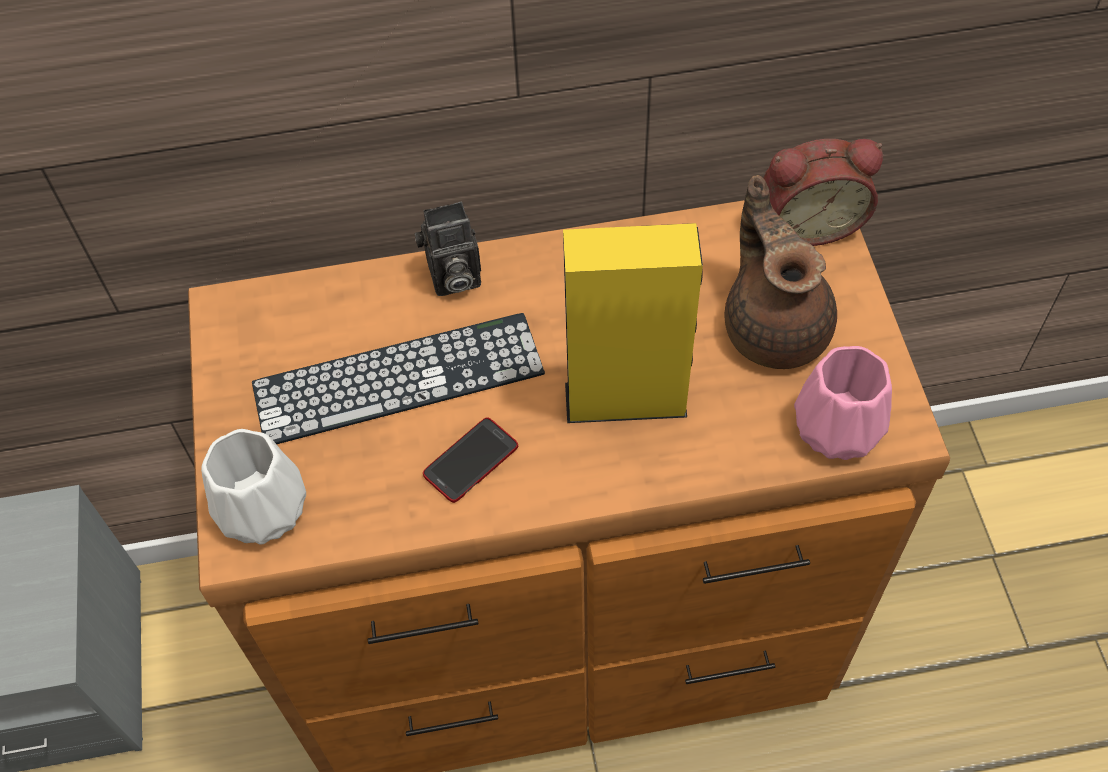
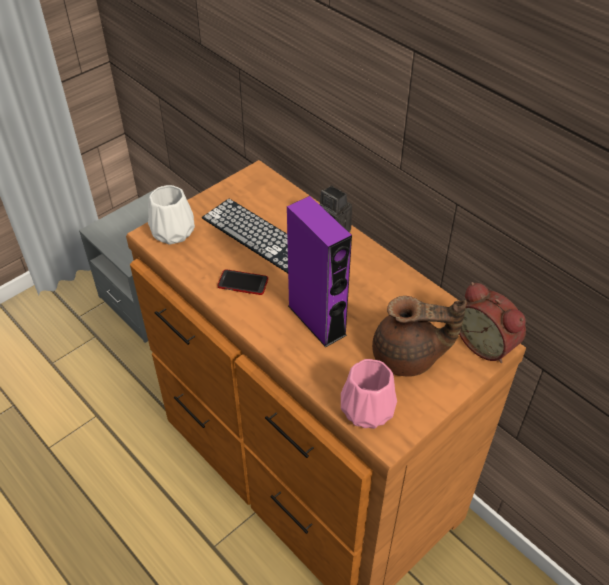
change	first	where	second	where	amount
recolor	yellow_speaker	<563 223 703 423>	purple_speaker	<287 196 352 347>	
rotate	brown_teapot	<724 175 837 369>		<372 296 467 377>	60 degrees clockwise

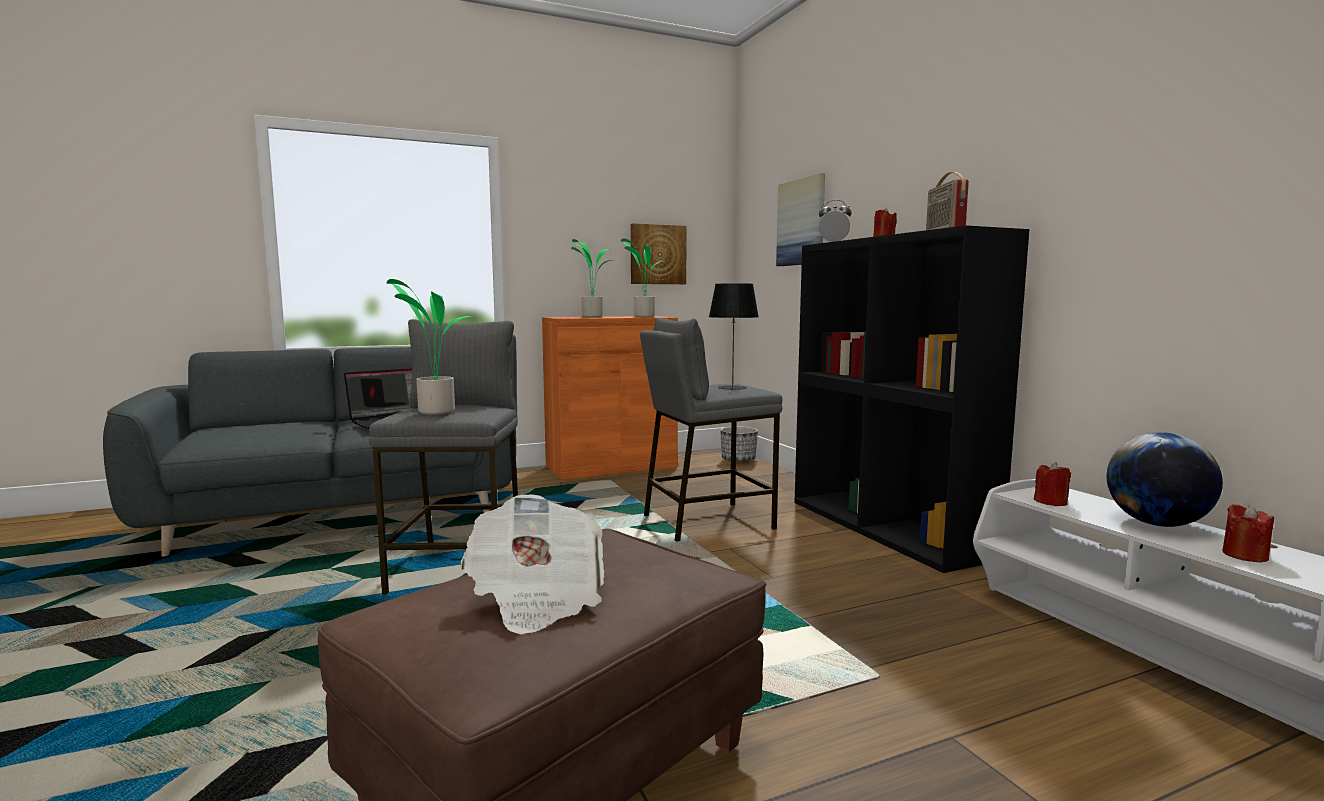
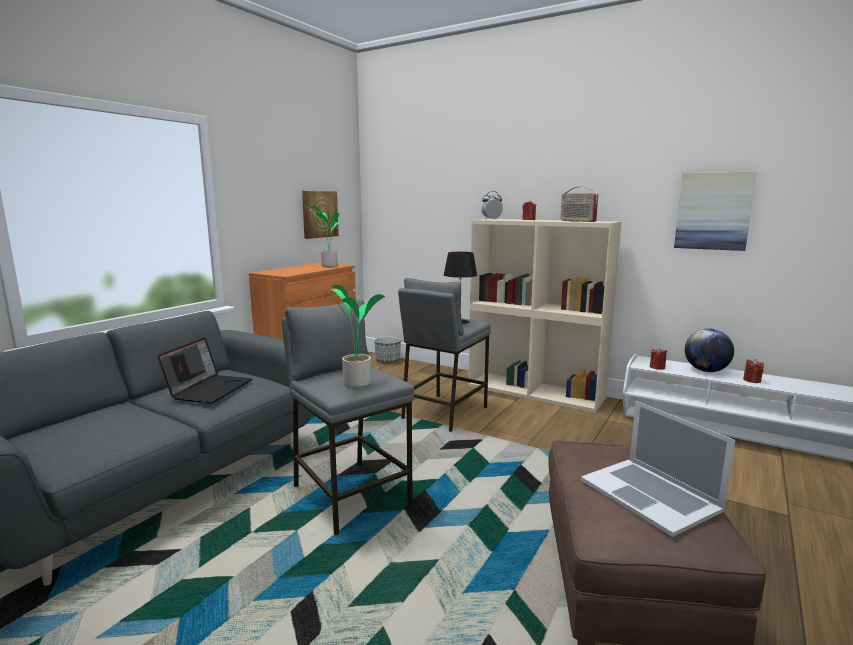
change	first	where	second	where	amount
recolor	black_bookcase	<795 225 1029 573>	beige_bookcase	<468 219 621 413>	
replace	newspaper	<461 494 604 634>	laptop	<581 401 735 537>	
move	picture	<776 173 825 266>		<674 171 757 251>	
delete	potted_plant	<571 239 616 317>			

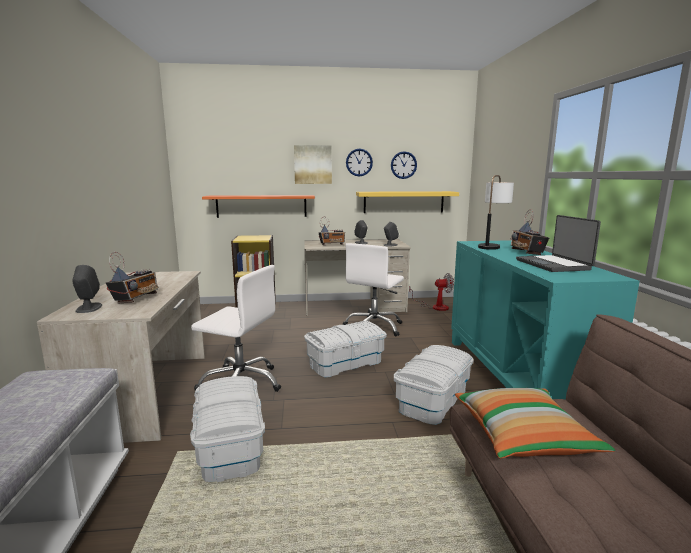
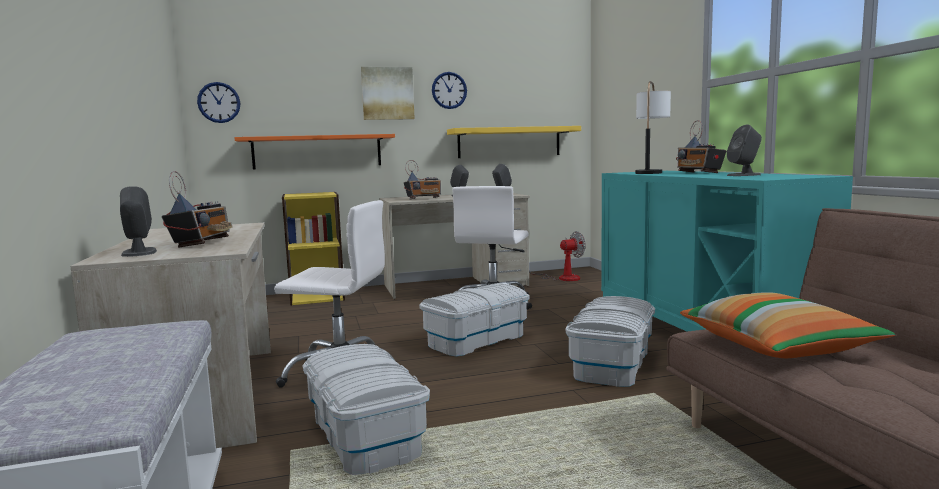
change	first	where	second	where	amount
move	wall_clock	<391 151 417 179>		<197 82 240 123>	
replace	laptop	<516 215 601 272>	grey_speaker	<727 125 762 176>	

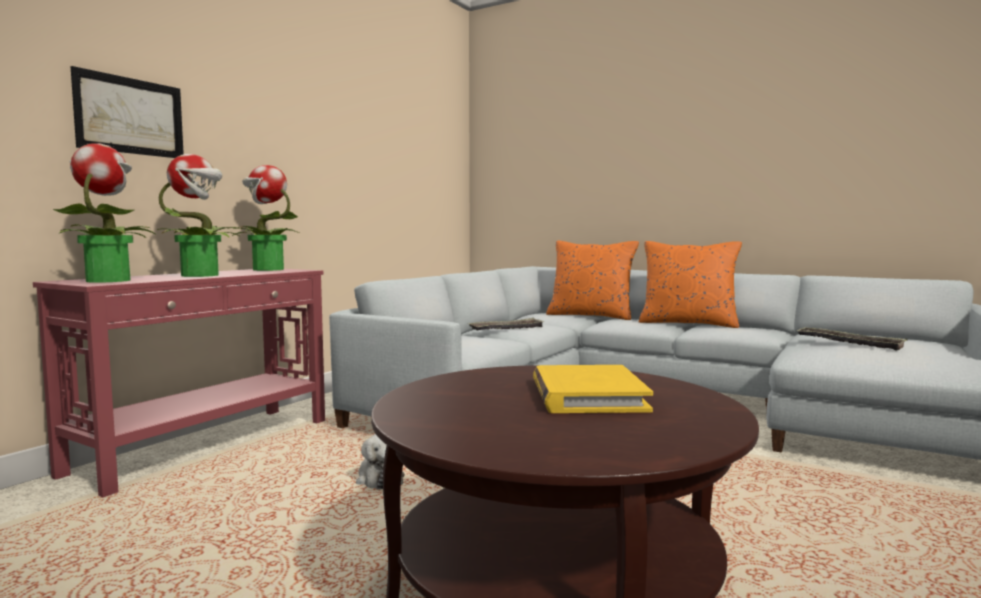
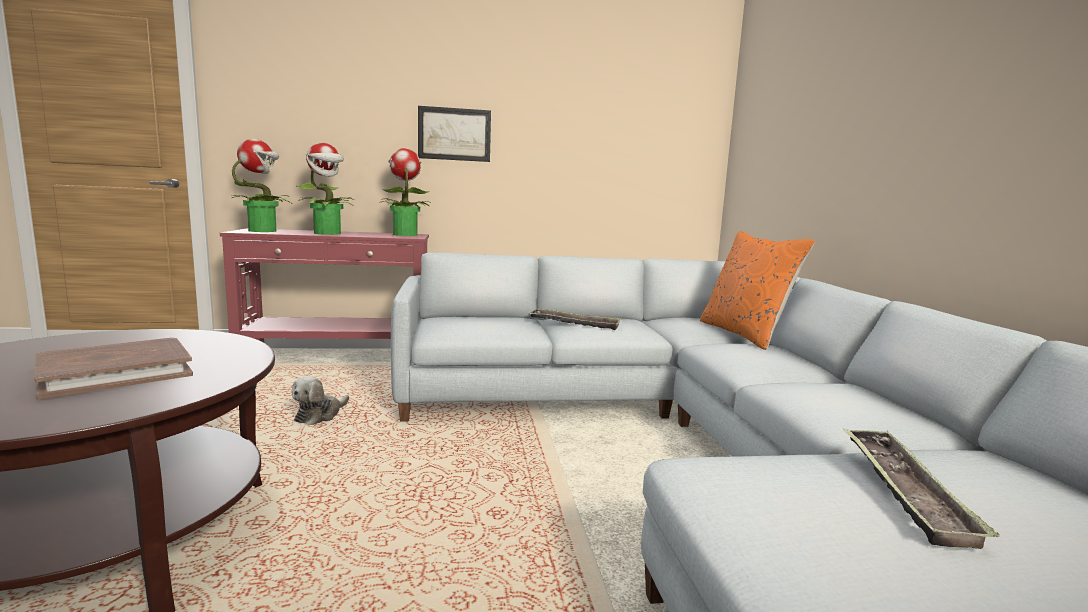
change	first	where	second	where	amount
recolor	yellow_book	<533 365 653 413>	brown_book	<34 338 193 399>	
move	picture	<70 66 184 158>		<418 106 491 162>	
delete	orange_pillow	<638 241 742 328>			

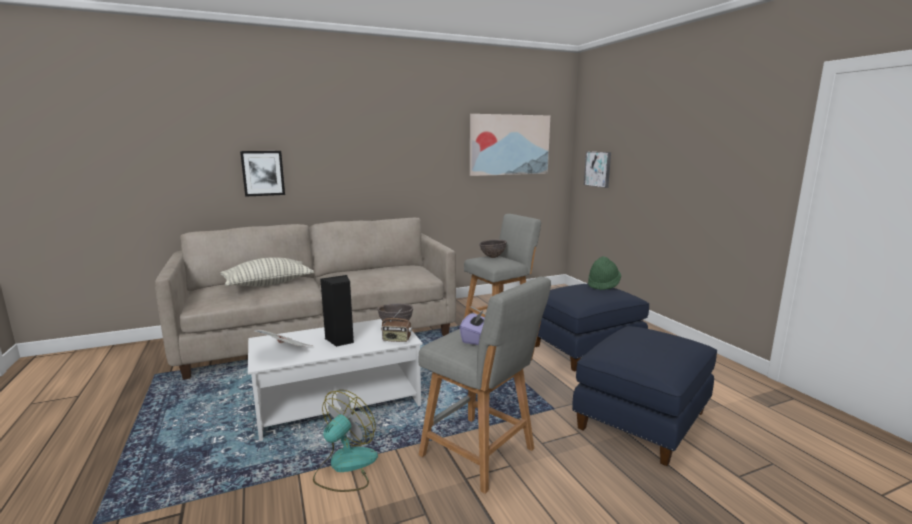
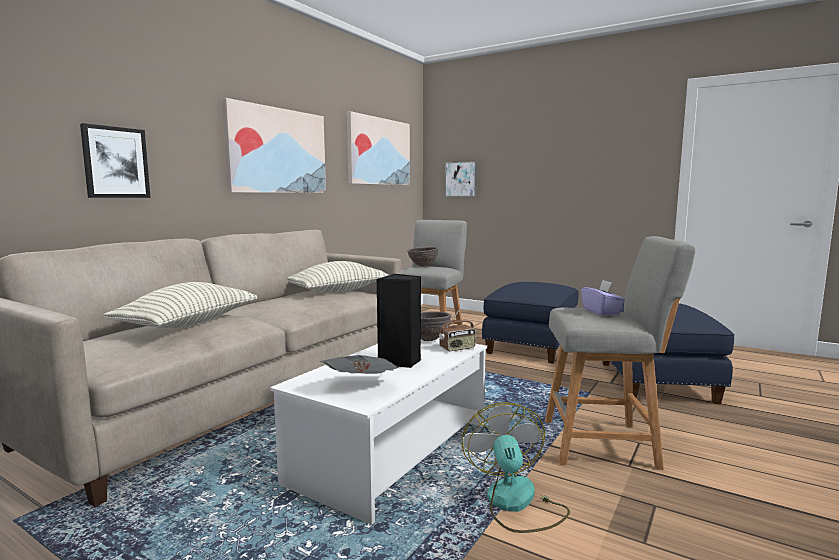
change	first	where	second	where	amount
insert			picture	<222 98 326 193>	
insert			pillow	<287 261 389 293>	
delete	green_hat	<588 256 621 290>			

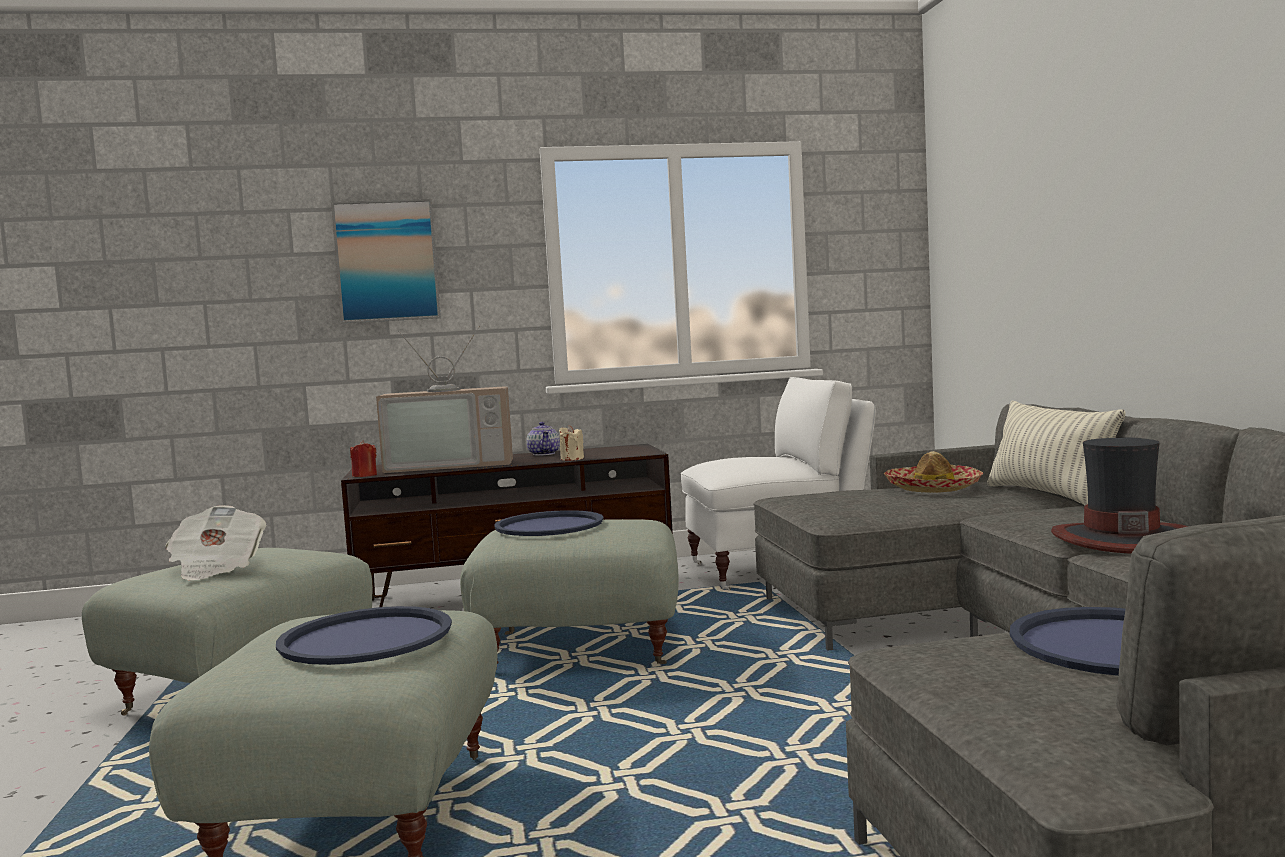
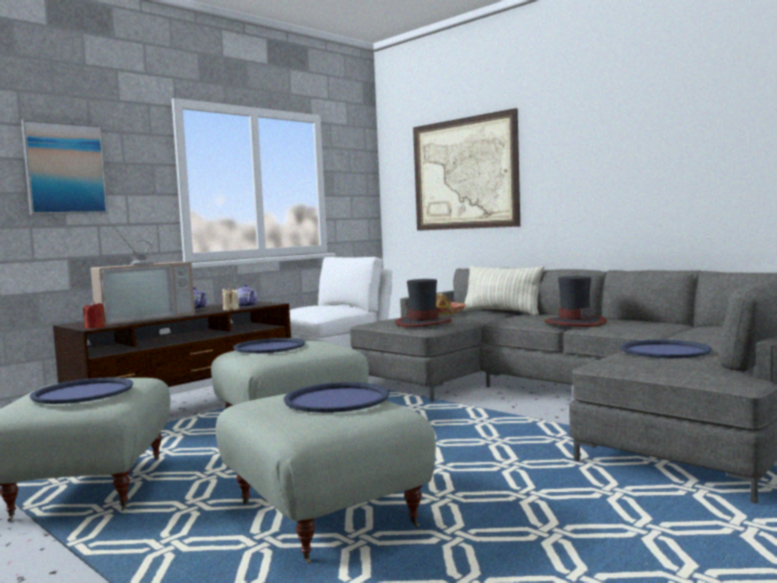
change	first	where	second	where	amount
replace	newspaper	<166 505 267 580>	blue_tray	<30 377 133 404>	
insert			teapot	<238 284 258 307>	
insert			hat	<395 279 452 327>	
insert			picture	<413 108 520 231>	

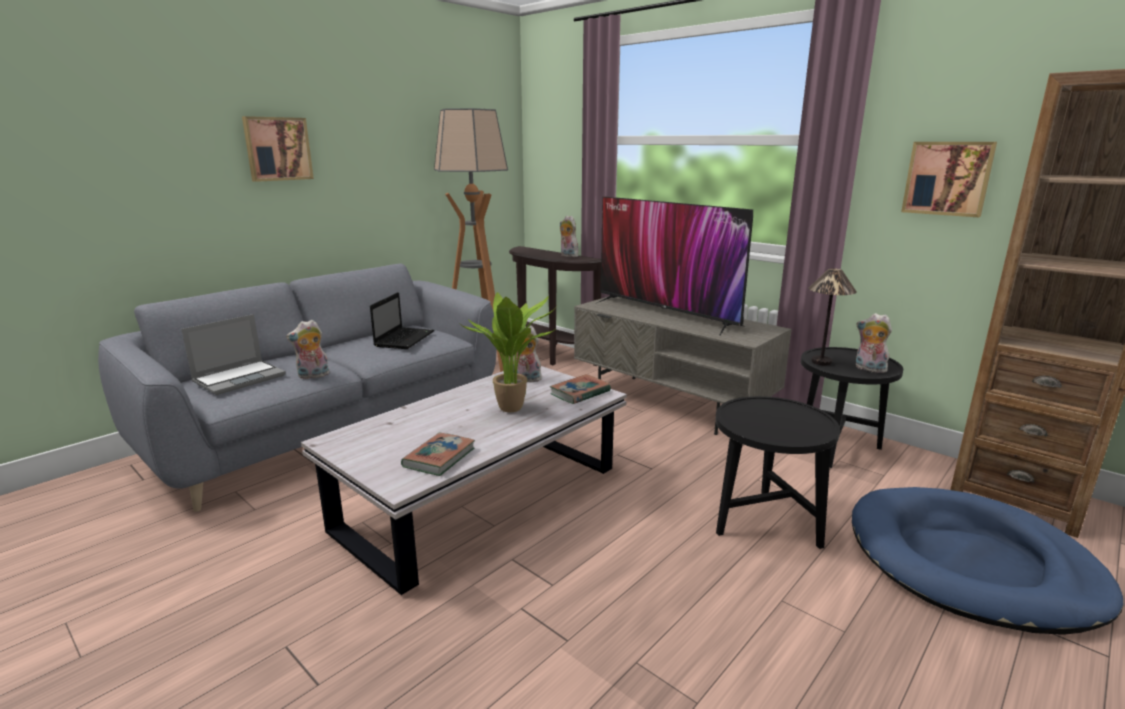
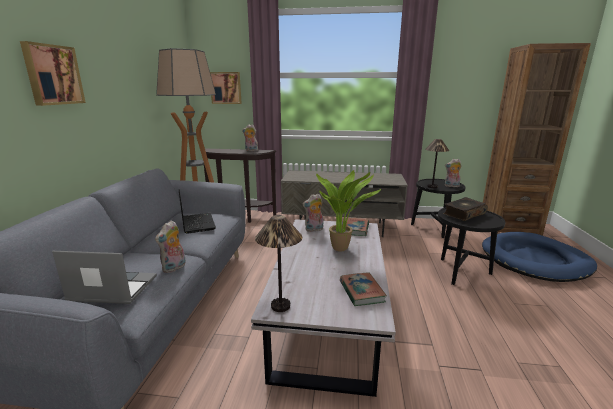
change	first	where	second	where	amount
rotate	laptop	<181 314 286 395>		<52 251 157 304>	90 degrees counterclockwise
move	picture	<901 142 997 217>		<210 72 242 104>	
insert			table_lamp	<255 215 302 312>	
insert			book	<443 197 488 221>	
delete	television	<595 196 753 336>			

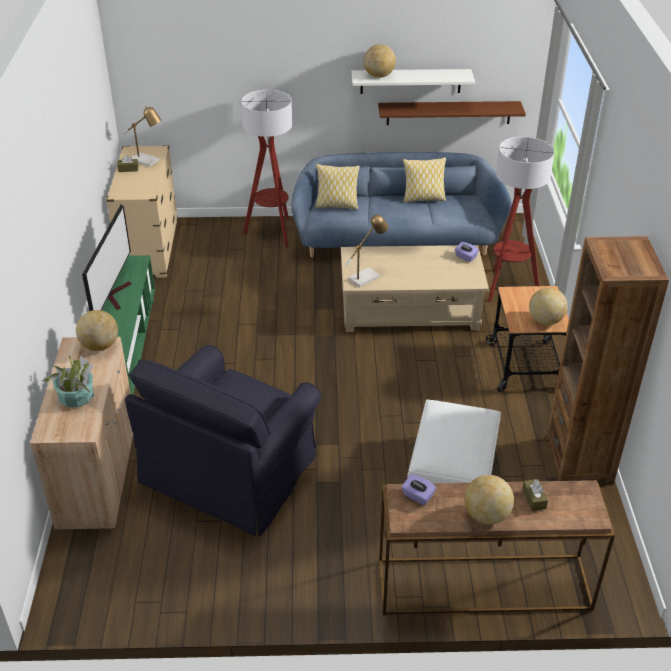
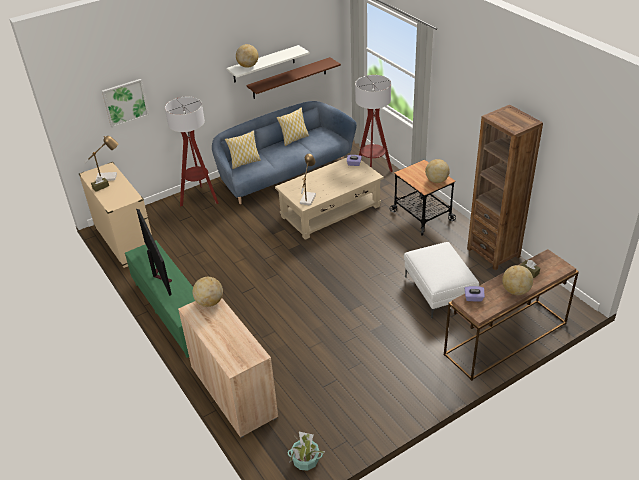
change	first	where	second	where	amount
insert			picture	<102 79 149 128>	
move	potted_plant	<42 354 94 407>		<287 432 325 470>	
delete	black_armchair	<125 345 321 536>			

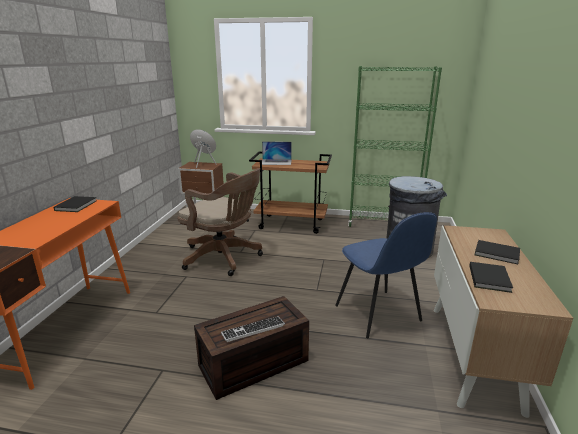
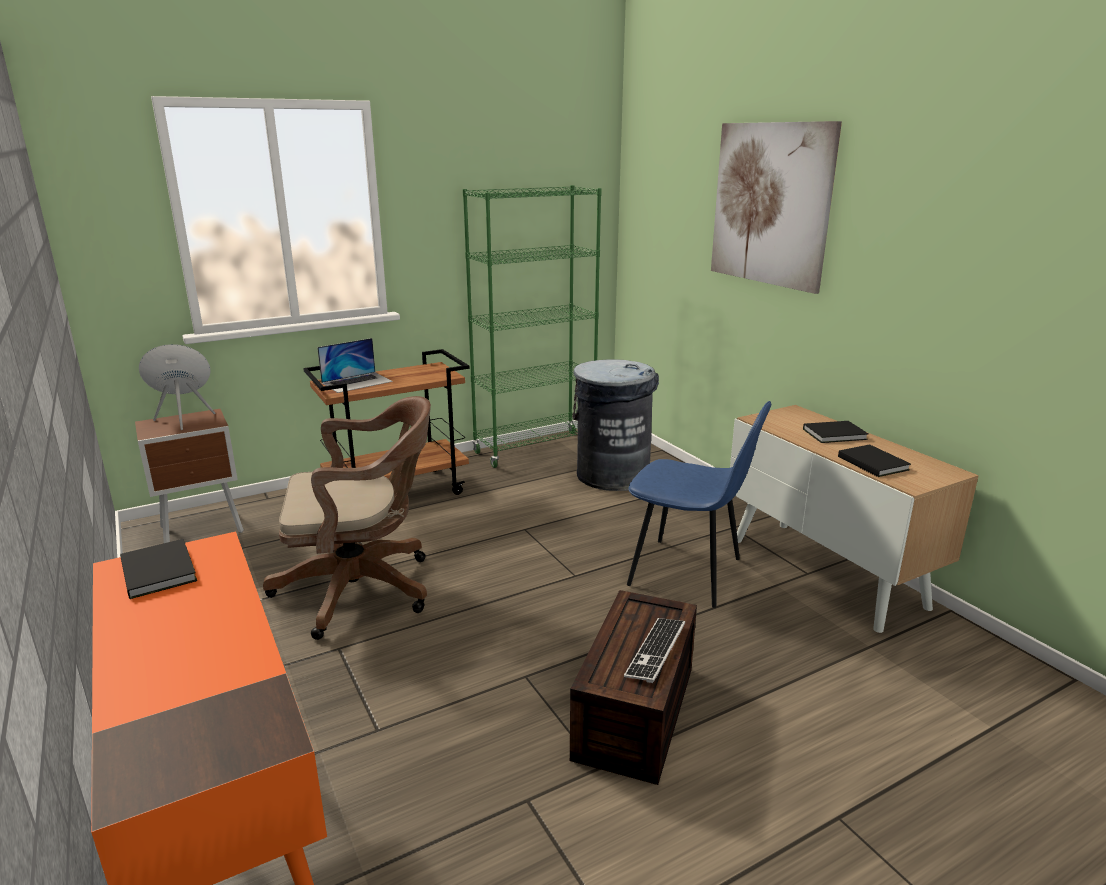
change	first	where	second	where	amount
insert			picture	<711 121 842 294>	

